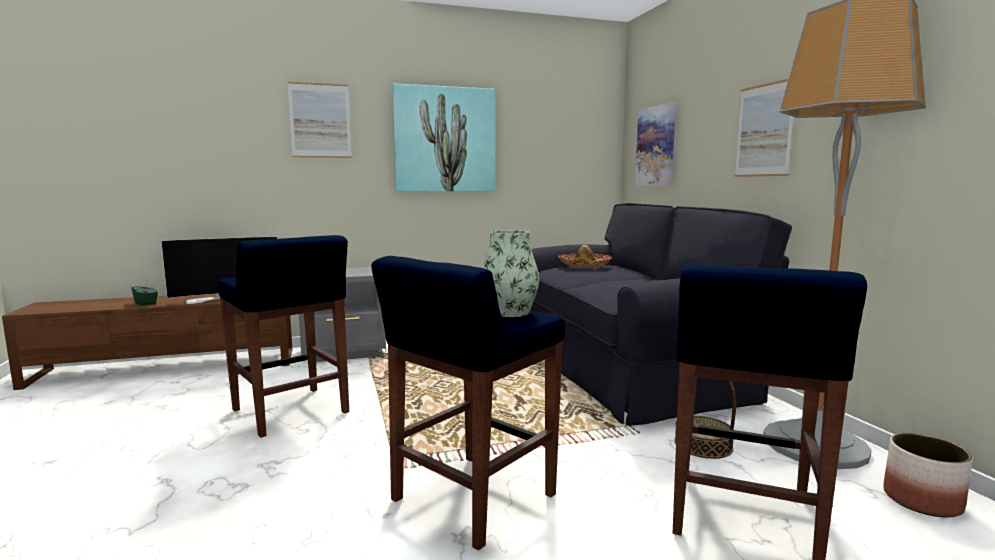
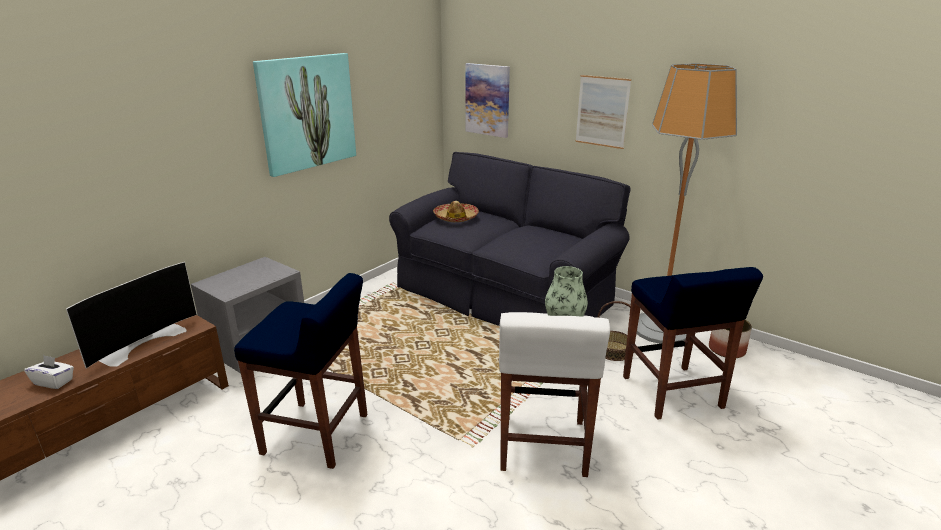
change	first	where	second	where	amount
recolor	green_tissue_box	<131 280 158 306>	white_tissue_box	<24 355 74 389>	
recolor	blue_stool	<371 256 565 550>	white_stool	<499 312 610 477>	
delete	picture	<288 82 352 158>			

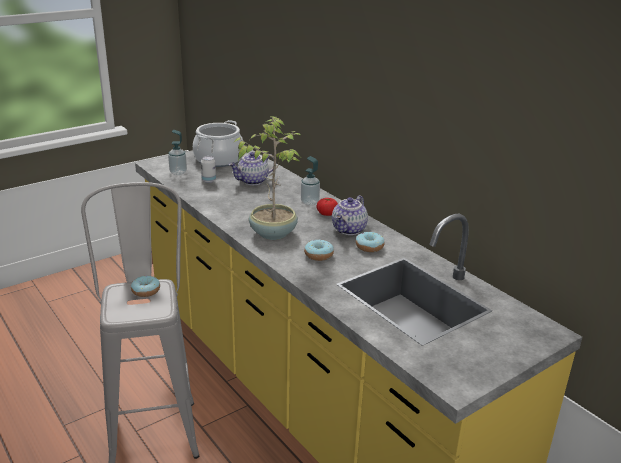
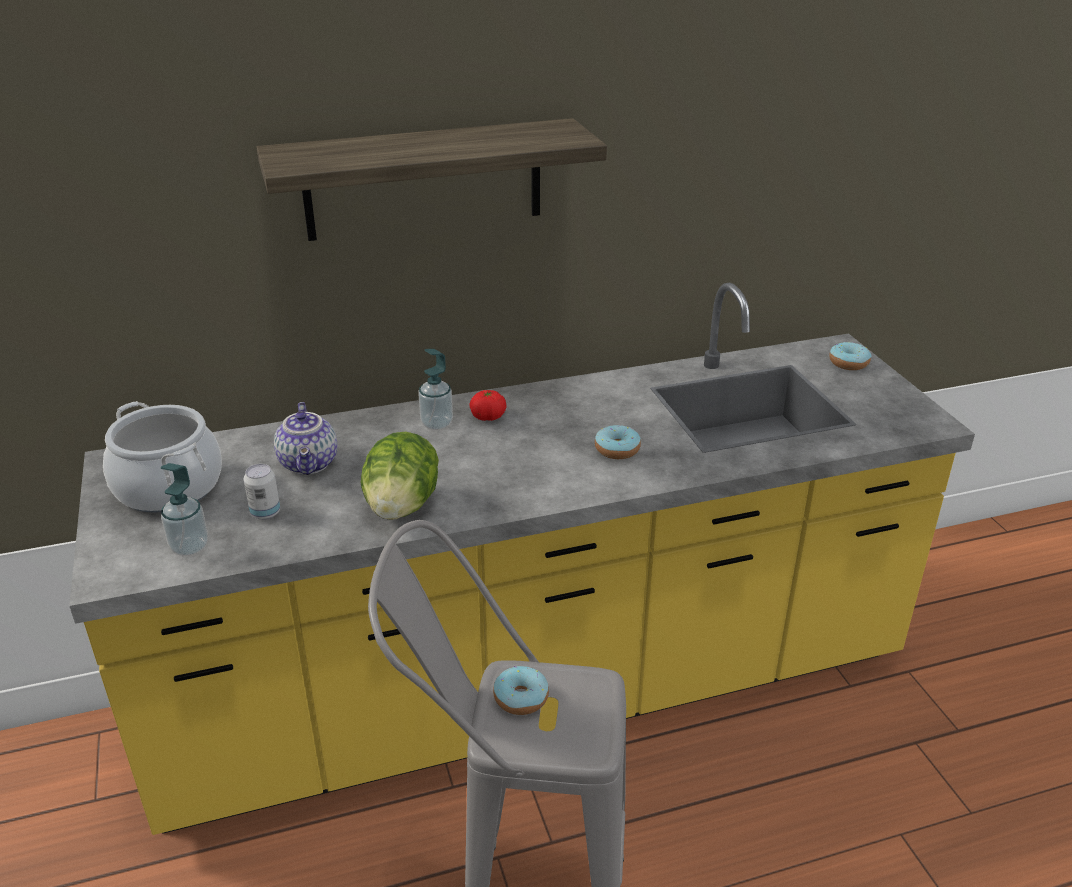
change	first	where	second	where	amount
insert			shelf	<256 118 607 241>	
insert			lettuce	<361 432 439 520>	
move	donut	<356 232 384 252>		<829 342 872 370>	
delete	potted_plant	<233 116 301 240>			
delete	teapot	<332 195 368 235>			

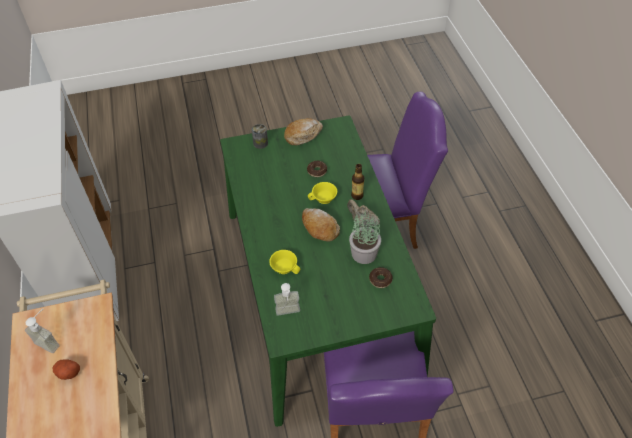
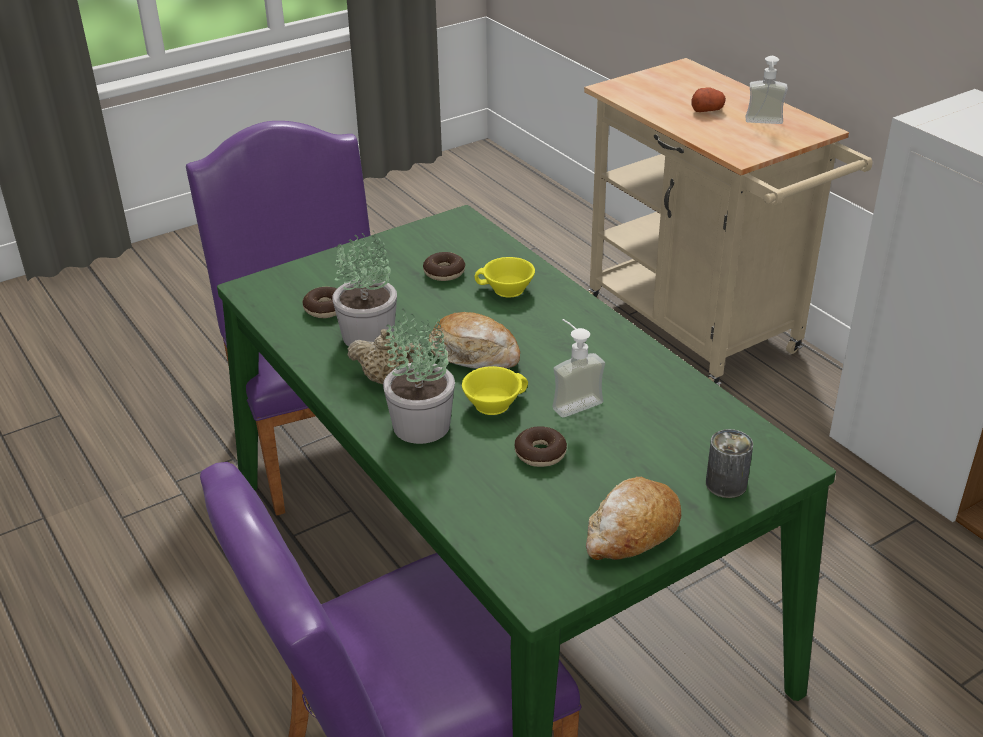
change	first	where	second	where	amount
replace	bottle	<351 164 364 200>	potted_plant	<383 307 455 444>	
insert			donut	<423 252 465 281>	
move	soap_dispenser	<274 283 300 316>		<552 319 605 418>	

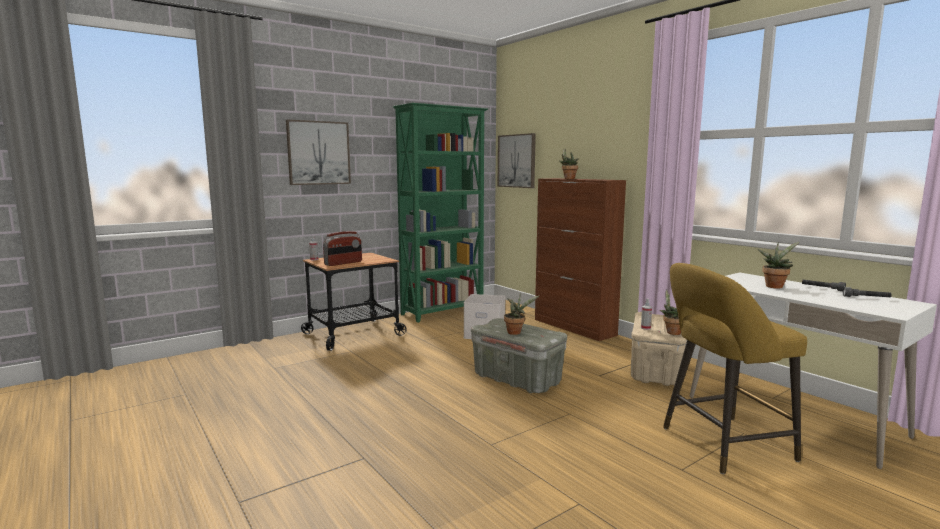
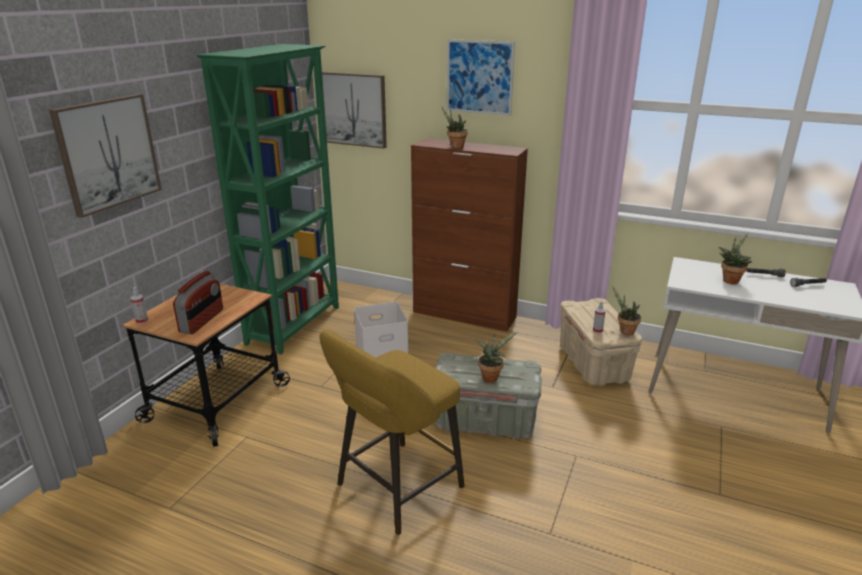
change	first	where	second	where	amount
move	yellow_stool	<663 263 807 474>		<320 329 464 535>	
insert			picture	<447 39 515 116>	

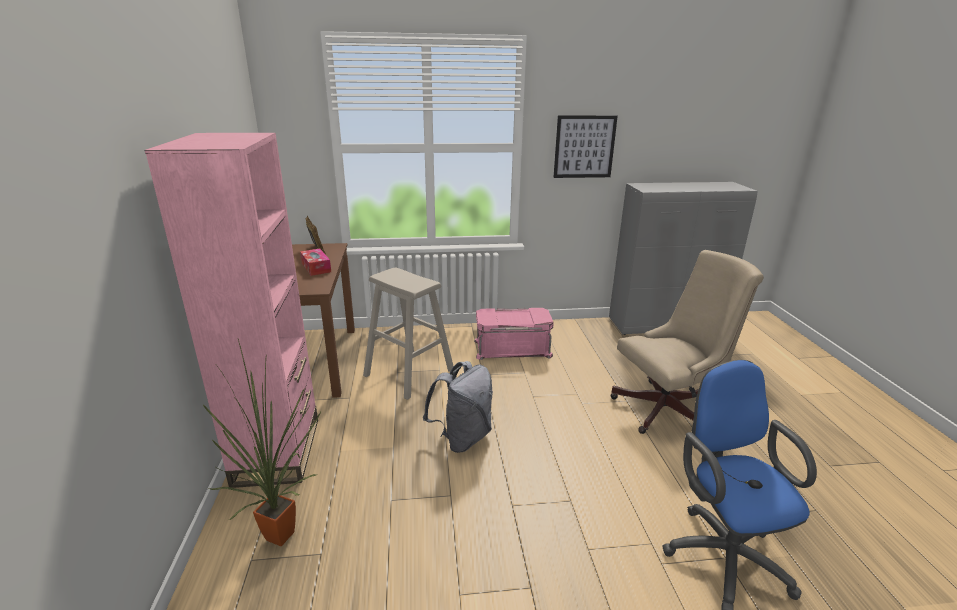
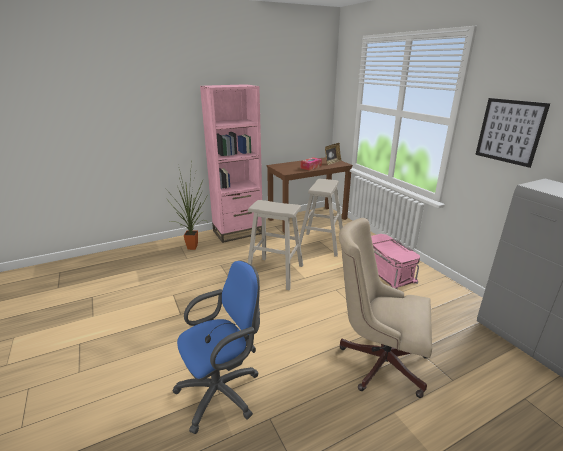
change	first	where	second	where	amount
replace	grey_backpack	<423 361 493 453>	beige_stool	<248 200 303 290>	
rotate	beige_office_chair	<610 250 764 434>		<339 218 432 398>	150 degrees clockwise

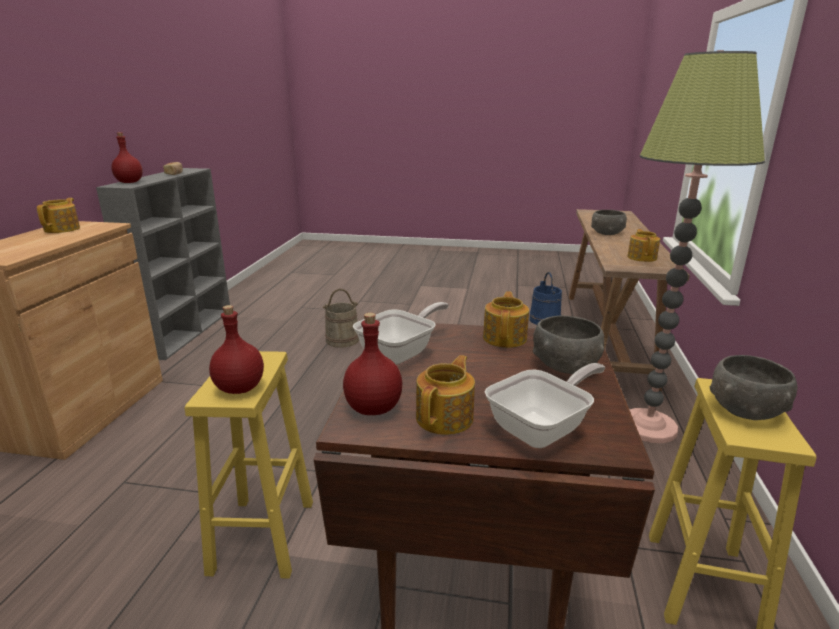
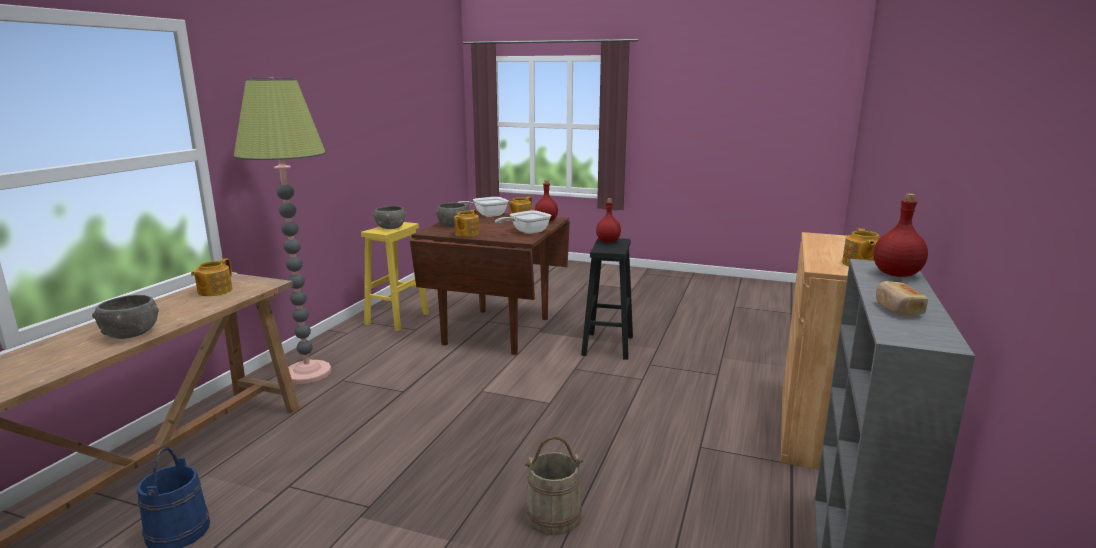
change	first	where	second	where	amount
recolor	yellow_stool	<185 351 313 579>	black_stool	<581 238 633 360>	

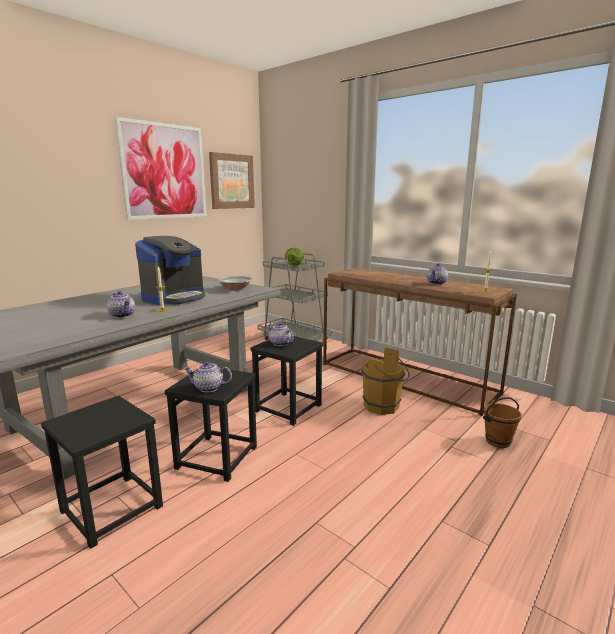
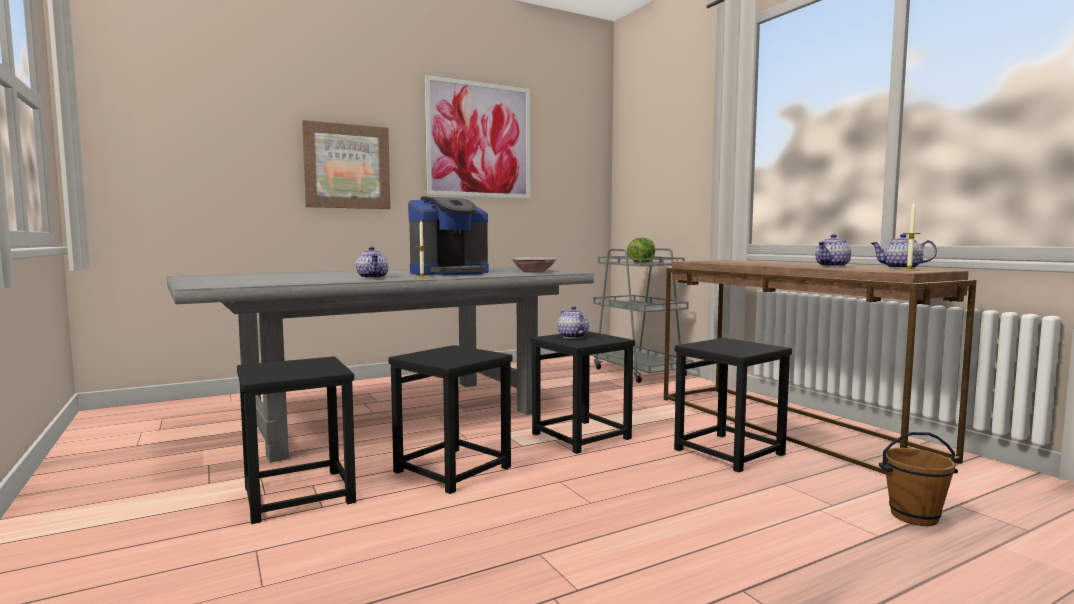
change	first	where	second	where	amount
move	picture	<209 152 255 209>		<302 120 390 209>	
replace	brown_bucket	<361 347 409 415>	black_stool	<674 338 792 472>	
move	teapot	<184 361 232 393>		<871 234 937 269>	

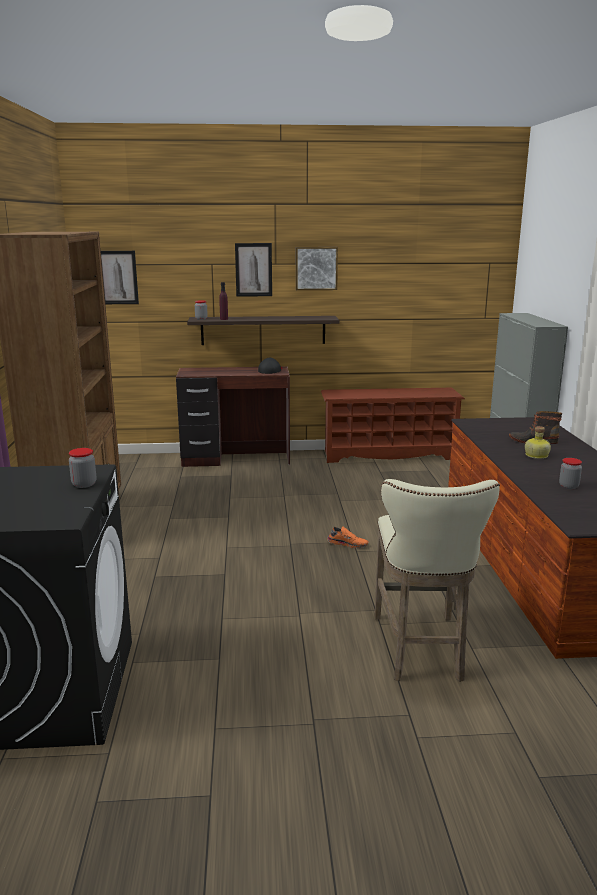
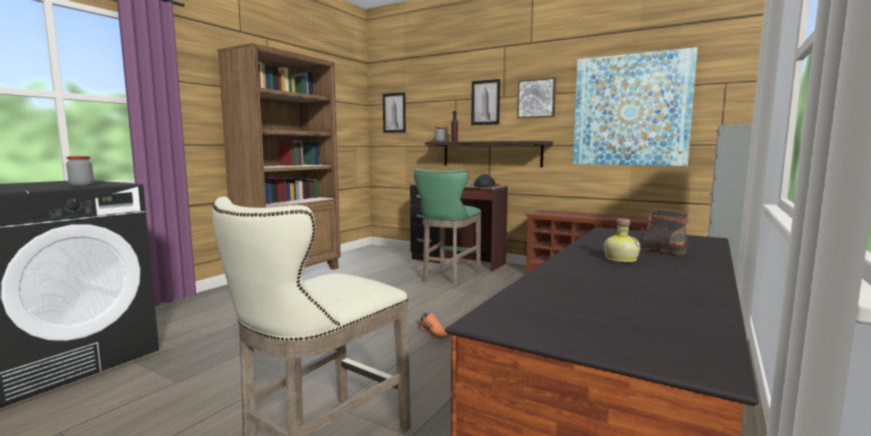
change	first	where	second	where	amount
insert			green_stool	<414 169 481 285>	
insert			picture	<573 47 697 166>	
delete	jar	<559 458 582 489>			

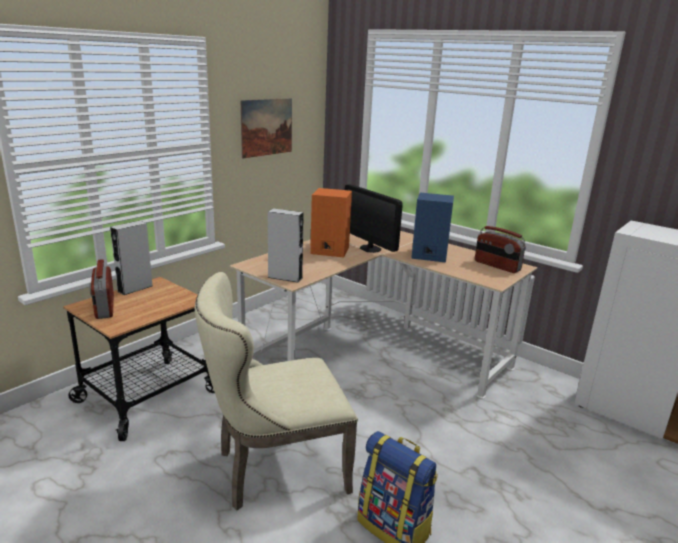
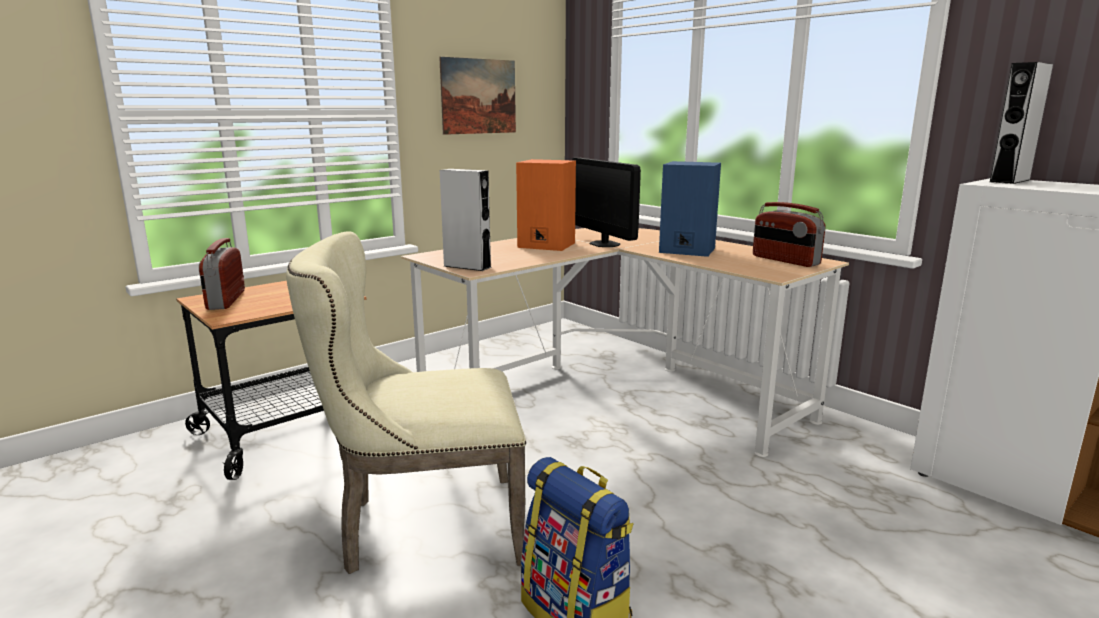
change	first	where	second	where	amount
move	grey_speaker	<110 221 153 295>		<990 62 1053 184>	

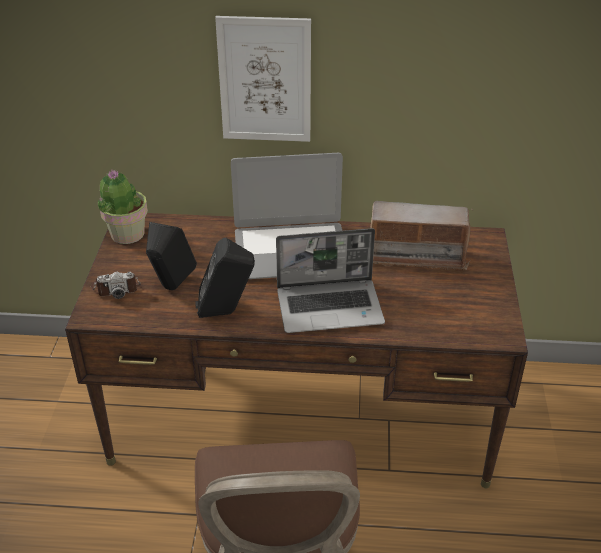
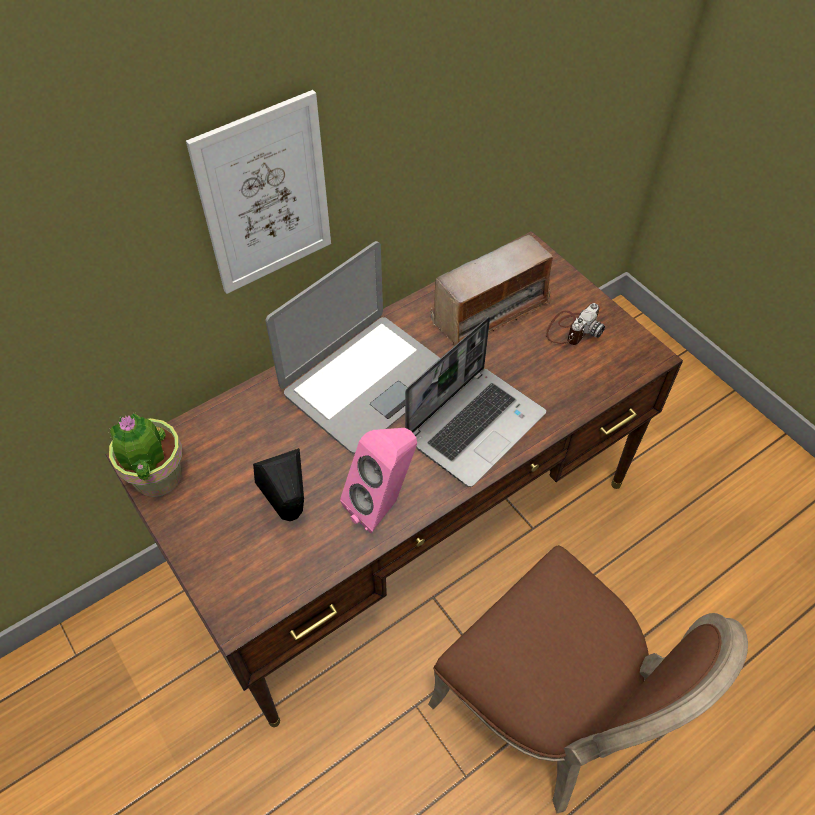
change	first	where	second	where	amount
recolor	black_speaker	<196 238 255 318>	pink_speaker	<340 428 417 533>	
move	photo_camera	<91 272 141 299>		<546 303 605 345>	

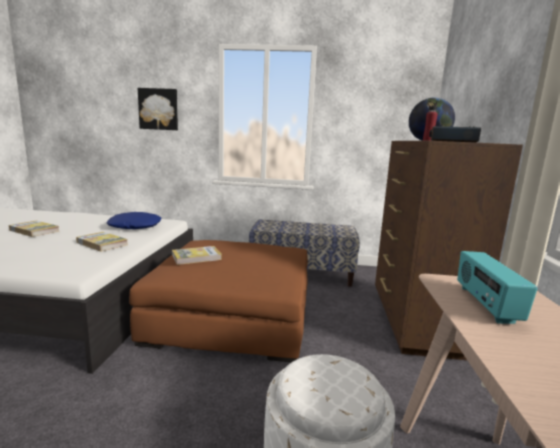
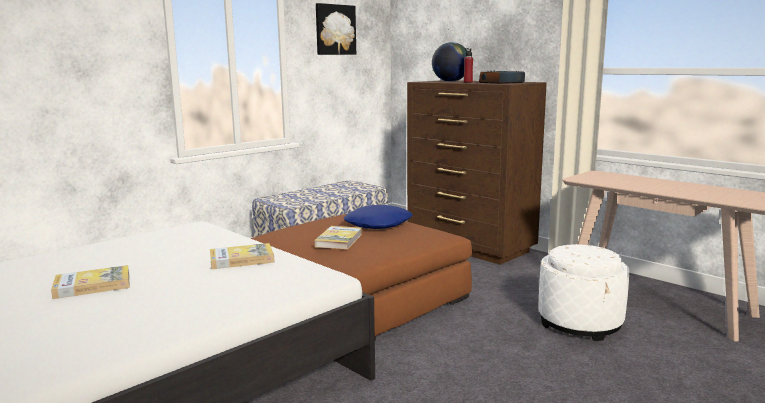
change	first	where	second	where	amount
move	picture	<138 88 178 130>		<316 3 356 55>	
move	blue_pillow	<106 212 161 229>		<344 205 413 229>	
delete	radio	<457 251 538 324>			

